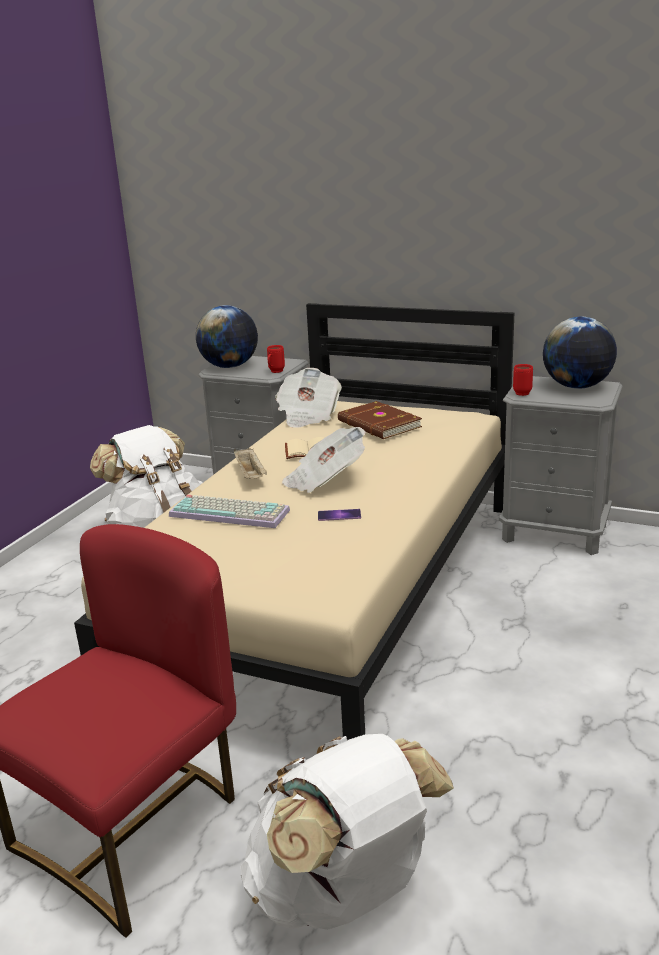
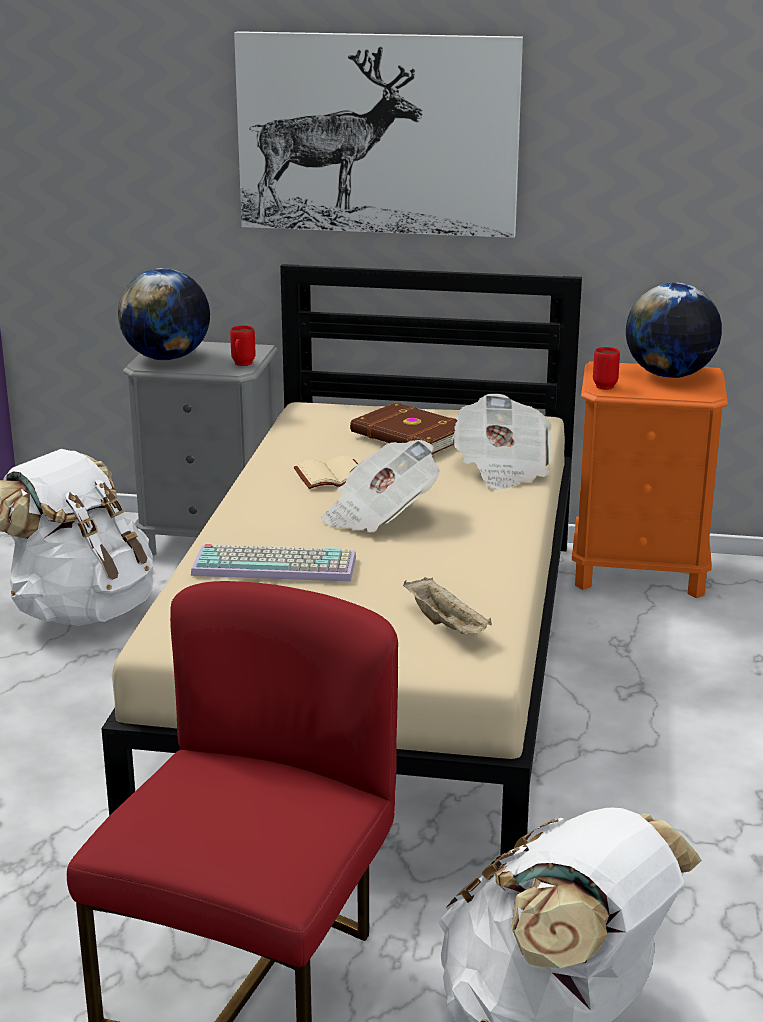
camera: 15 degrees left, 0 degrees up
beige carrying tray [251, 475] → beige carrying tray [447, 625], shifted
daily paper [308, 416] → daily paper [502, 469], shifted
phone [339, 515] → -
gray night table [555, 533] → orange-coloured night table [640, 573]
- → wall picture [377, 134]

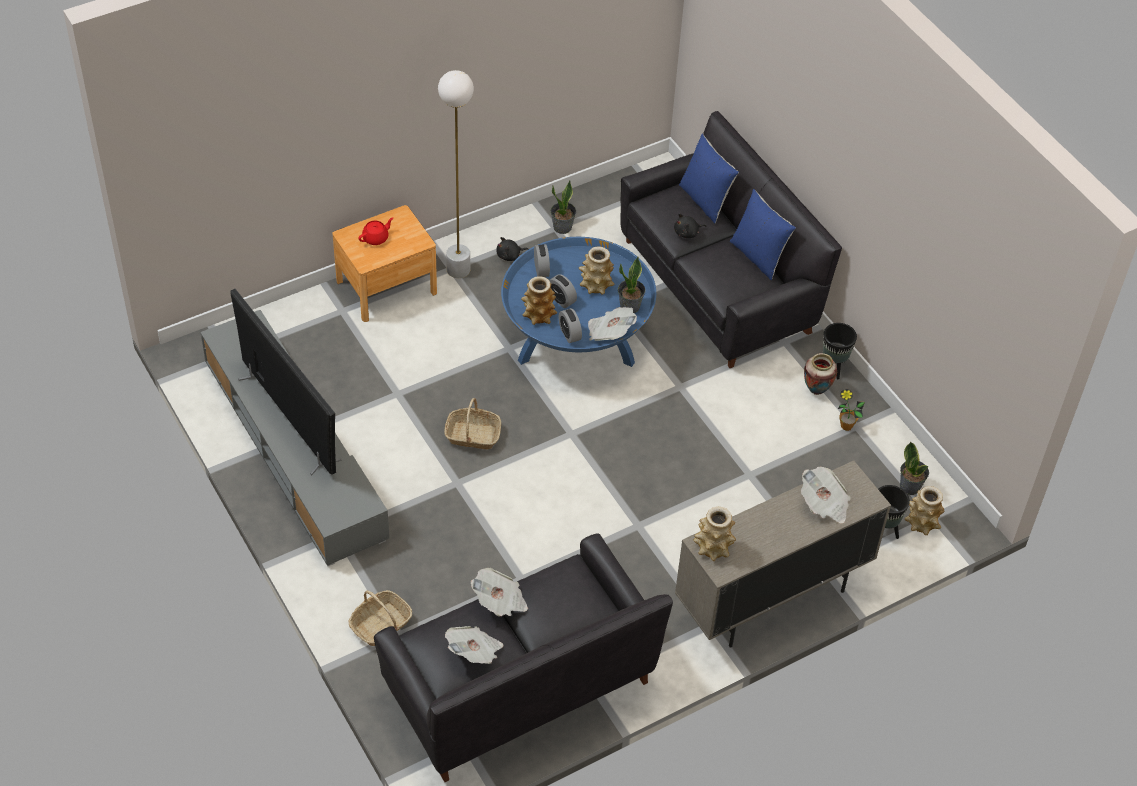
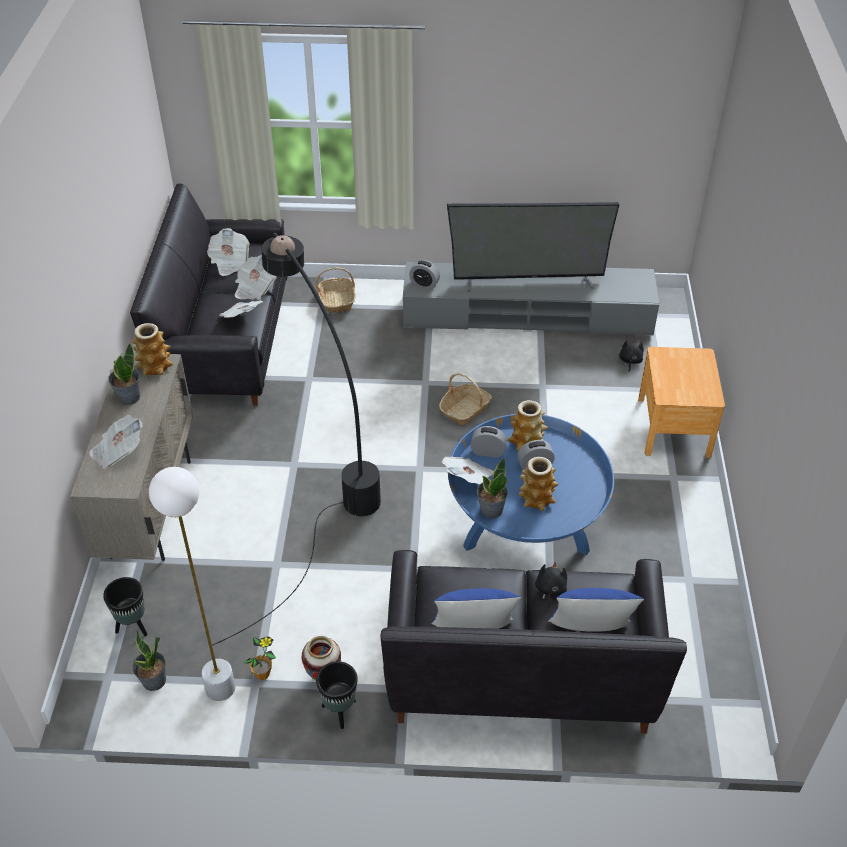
camera: 125 degrees right, 5 degrees down
red pot for tea [376, 238] → -
white-coloured floor lamp [458, 269] → white-coloured floor lamp [220, 688], shifted
black cuddly toy [510, 256] → black cuddly toy [630, 361], shifted
alarm clock [541, 269] → alarm clock [424, 284], shifted
houseplant [562, 227] → houseplant [129, 397], shifted
vase [921, 523] → -
- → black floor lamp [322, 482]
- → daily paper [242, 317]

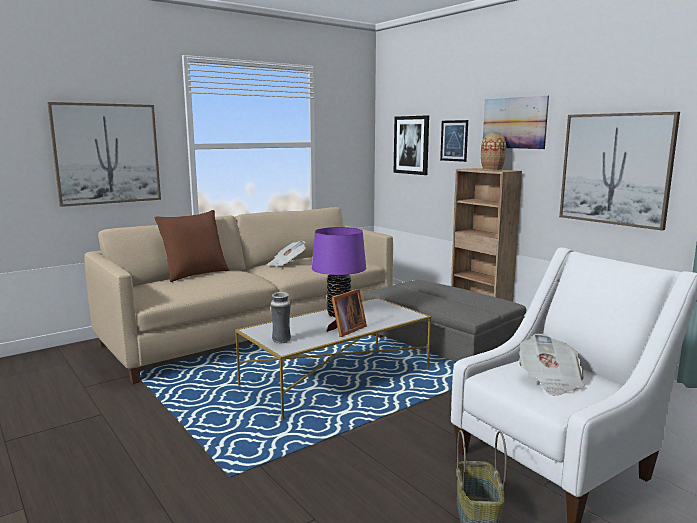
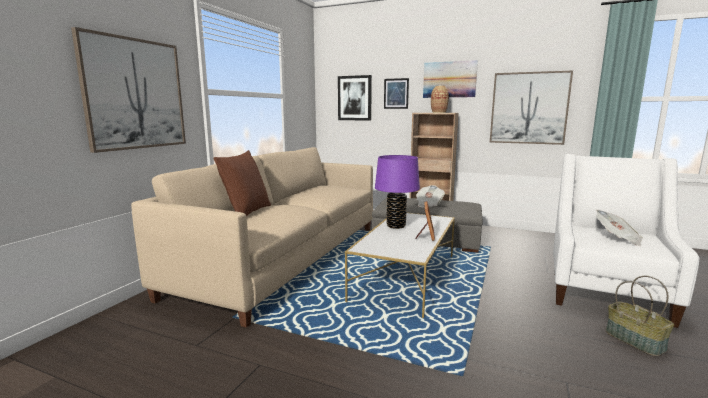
camera: 30 degrees left, 0 degrees up
daily paper [286, 264] → daily paper [428, 204], shifted
vase [281, 341] → -

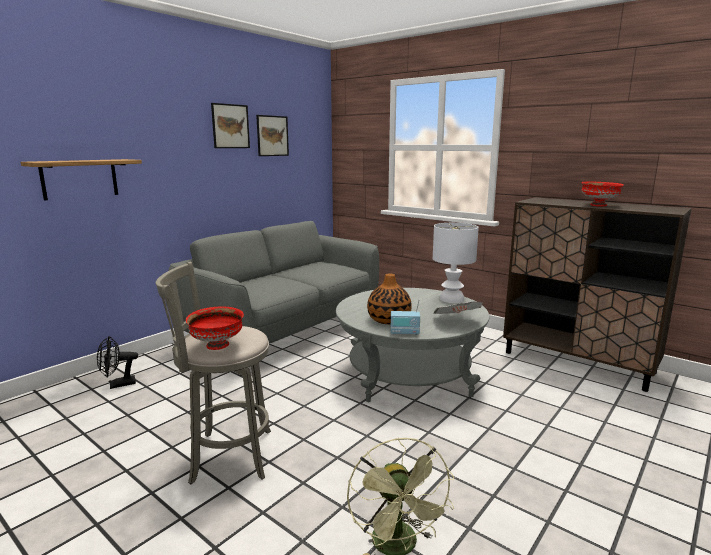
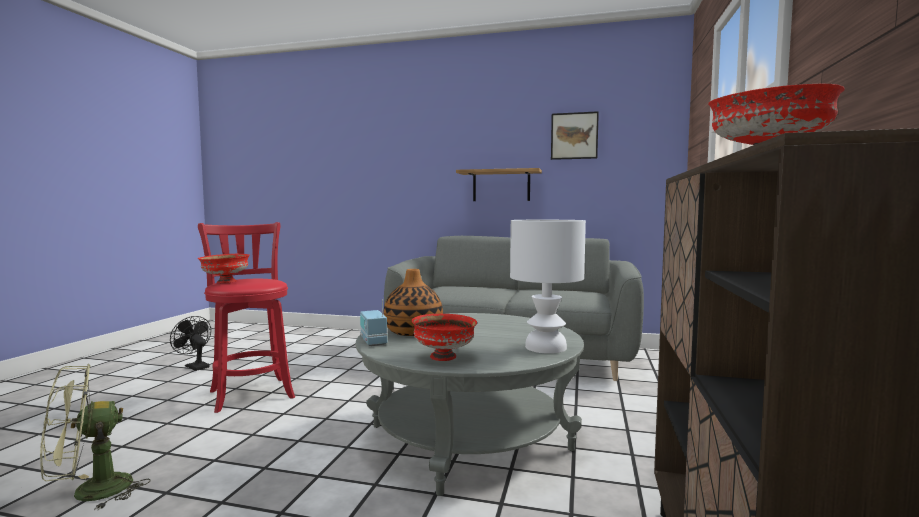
camera: 65 degrees right, 10 degrees down
bracket shelf [80, 179] → bracket shelf [501, 186], shifted
black electric fan [118, 385] → black electric fan [194, 366], shifted
gray stool [227, 455] → red stool [251, 393]
wall picture [230, 126] → -
daily paper [456, 321] → red bowl [444, 357]

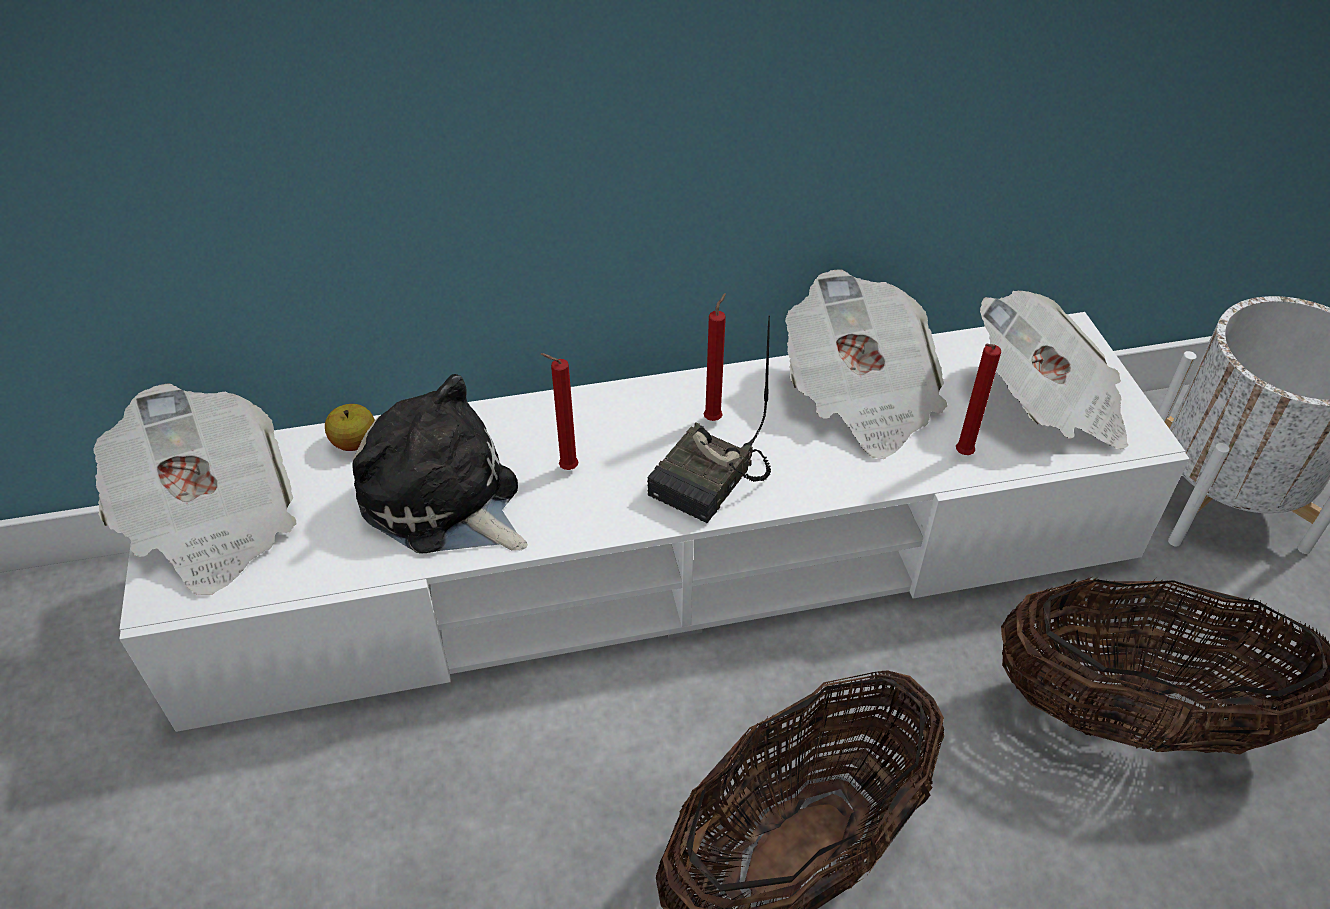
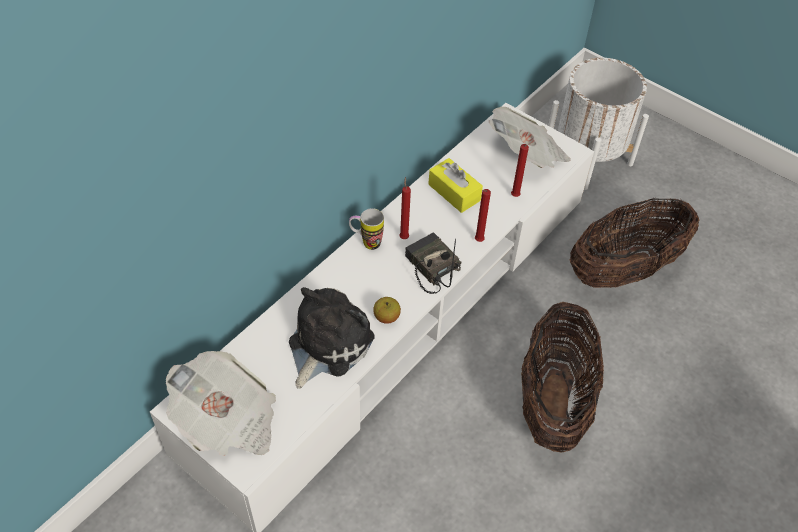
camera: 40 degrees left, 5 degrees up
apple fruit [354, 442] → apple fruit [386, 317], shifted
cuddly toy [444, 501] → cuddly toy [327, 344], 120 degrees clockwise
red candle [565, 468] → red candle [478, 241], shifted
radio [710, 482] → radio [430, 267], 150 degrees clockwise
daily paper [861, 397] → yellow tissue box [454, 192]
- → mug [366, 242]

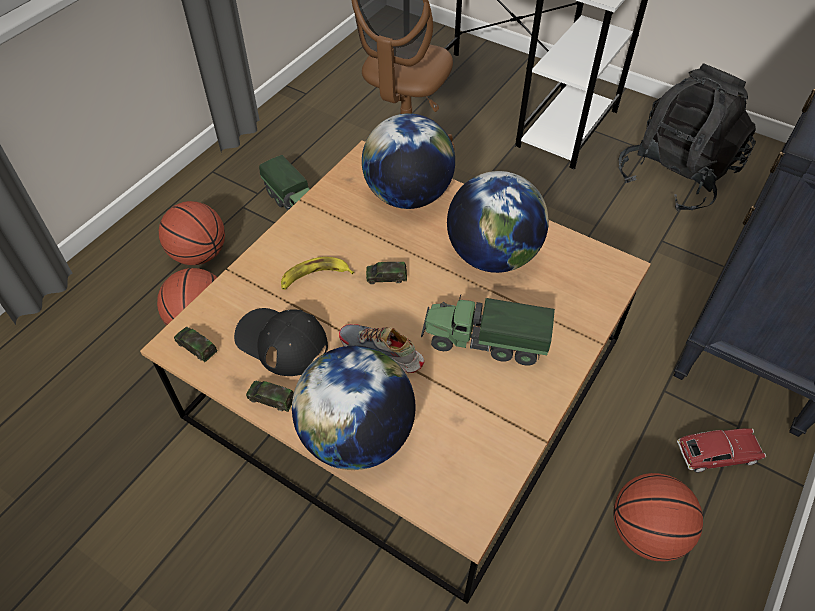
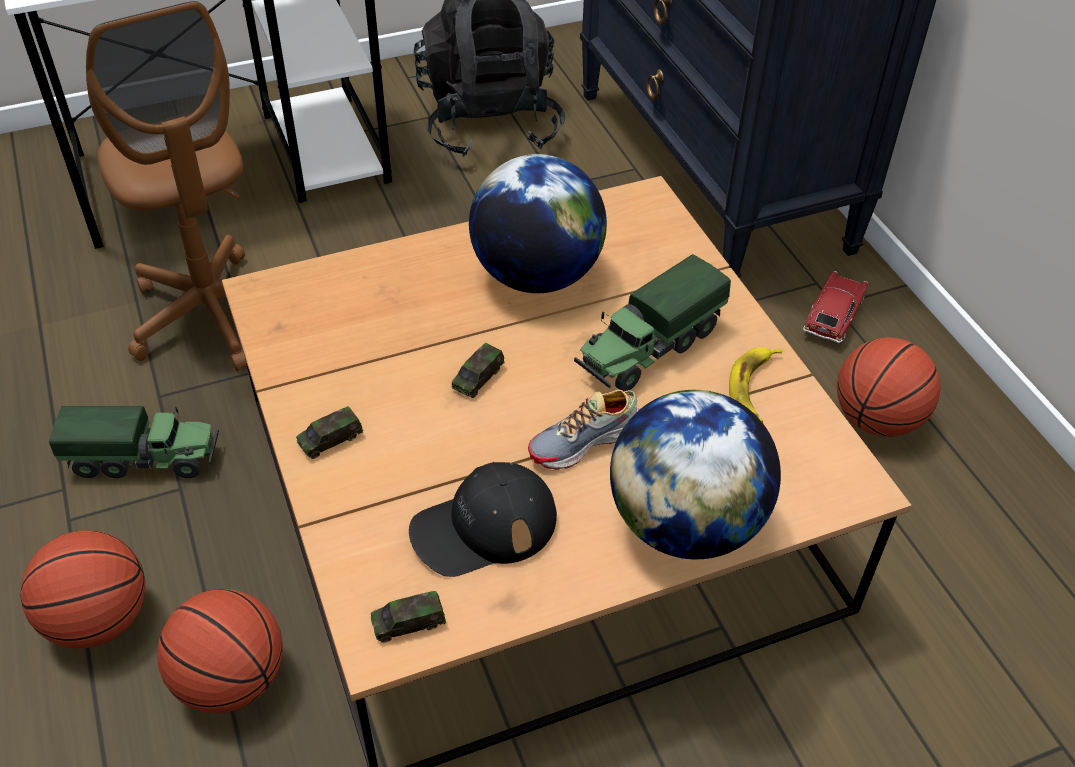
camera: 55 degrees left, 5 degrees down
toy car [271, 399] → toy car [330, 439], shifted
banana fruit [314, 277] → banana fruit [754, 389], shifted
globe [408, 196] → -

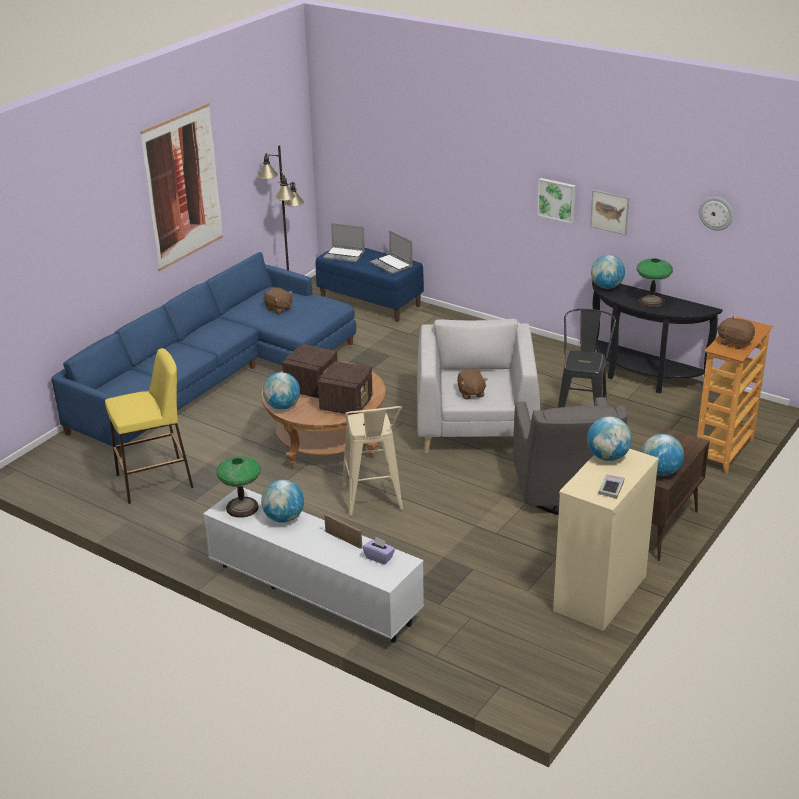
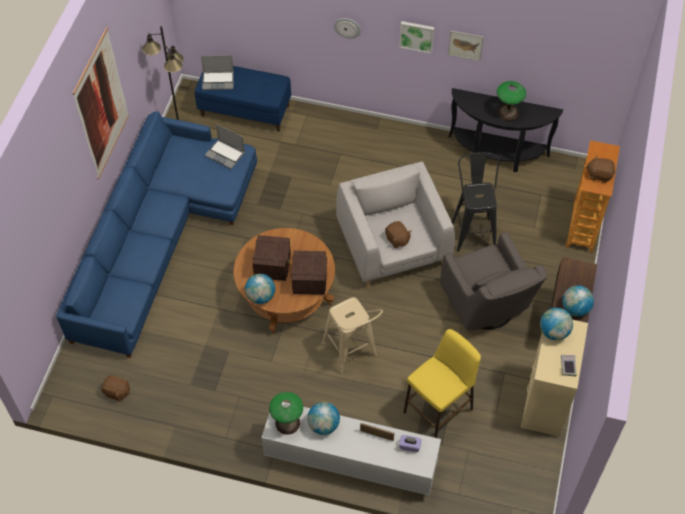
camera: 20 degrees left, 25 degrees up
yellow stool [155, 481] → yellow stool [438, 410], shifted
brownish cuddly toy [278, 309] → brownish cuddly toy [117, 392], shifted
laptop [392, 265] → laptop [225, 154], shifted
globe [606, 287] → -
hanging clock [716, 213] → hanging clock [347, 27], shifted

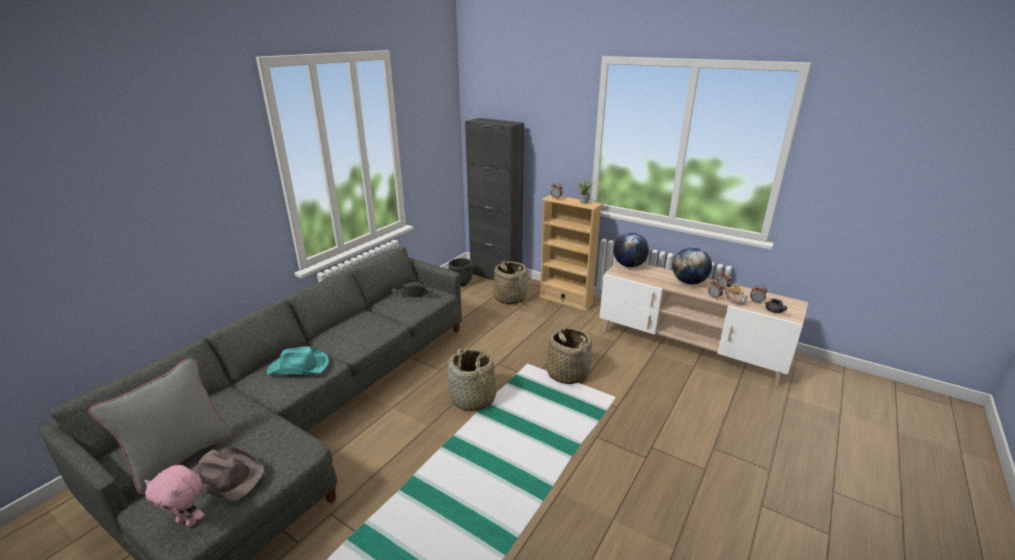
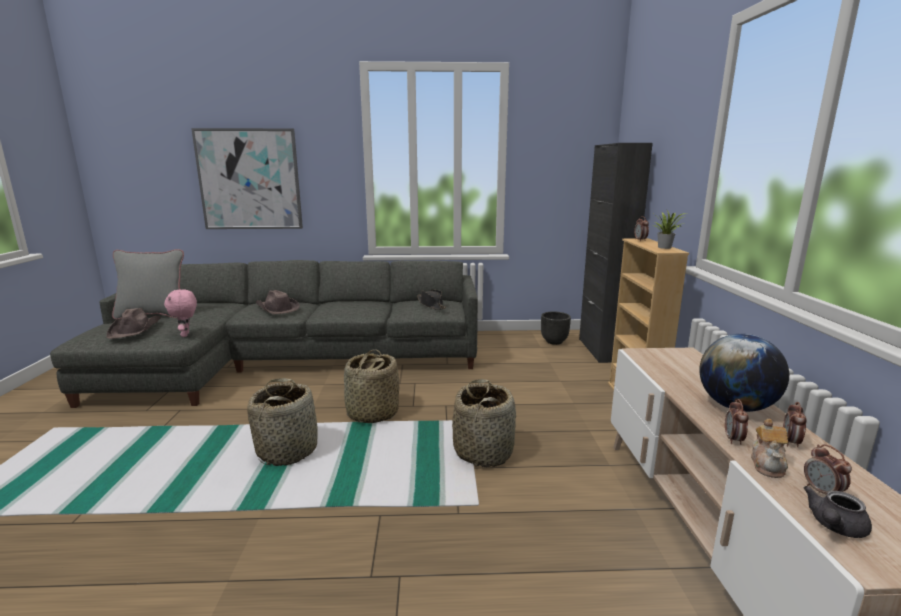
camera: 55 degrees right, 10 degrees down
pink-coloured cuddly toy [188, 521] → pink-coloured cuddly toy [186, 335], shifted
turquoise clothing hat [299, 367] → brownish clothing hat [277, 309]
basket [510, 298] → basket [288, 450], shifted
globe [629, 265] → -
- → wall picture [249, 179]

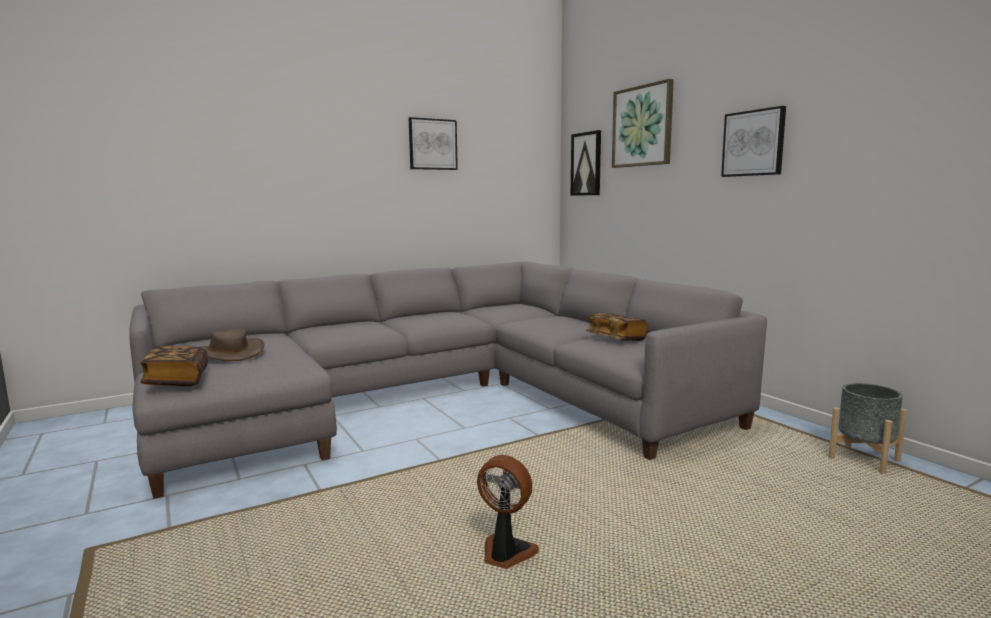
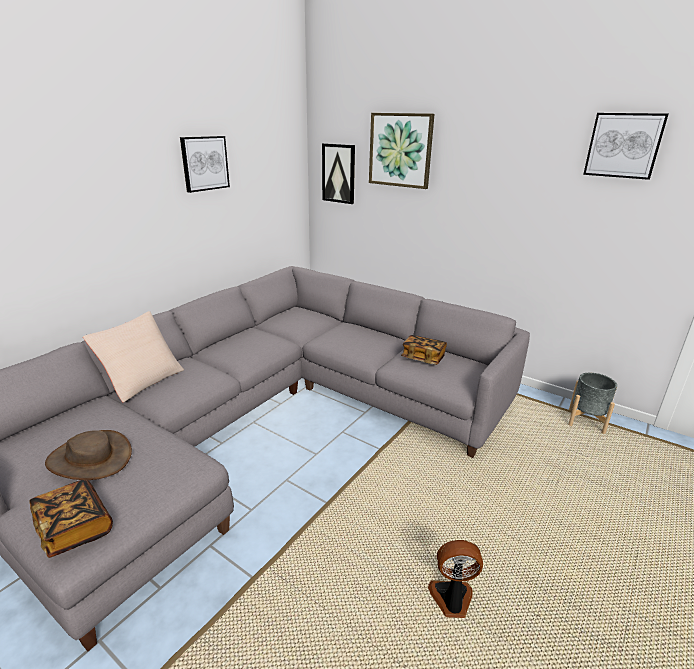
camera: 25 degrees left, 15 degrees up
wall picture [753, 143] → wall picture [623, 145], shifted
- → beige pillow [142, 379]

